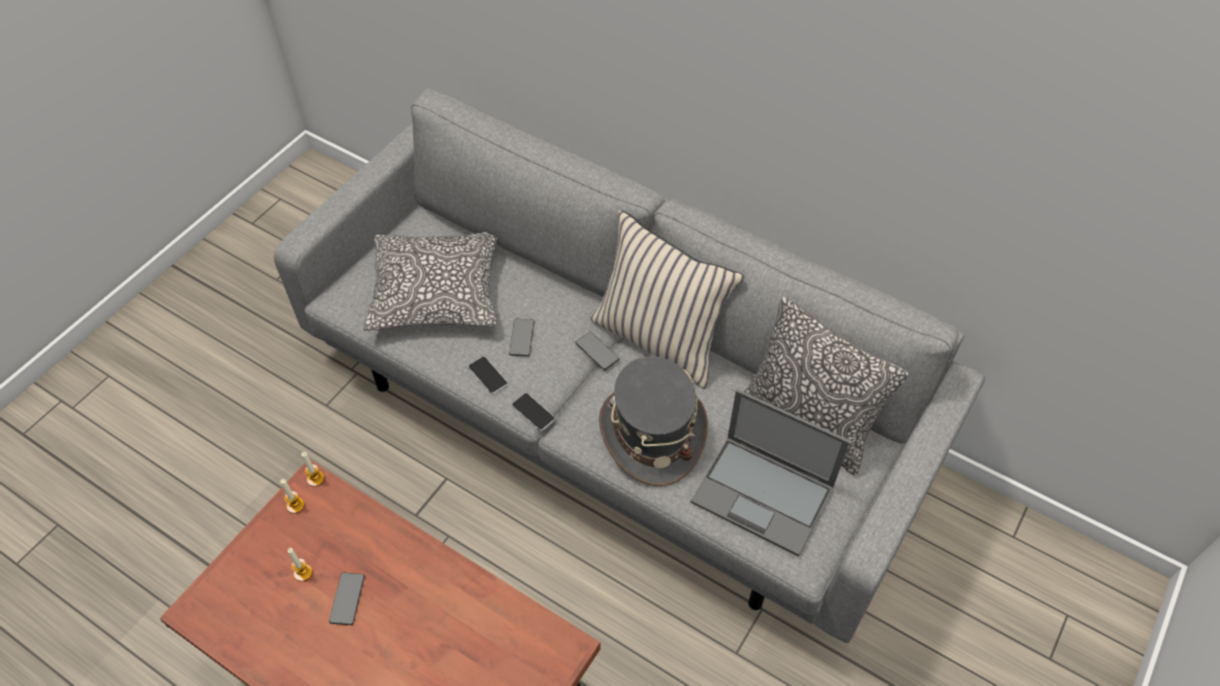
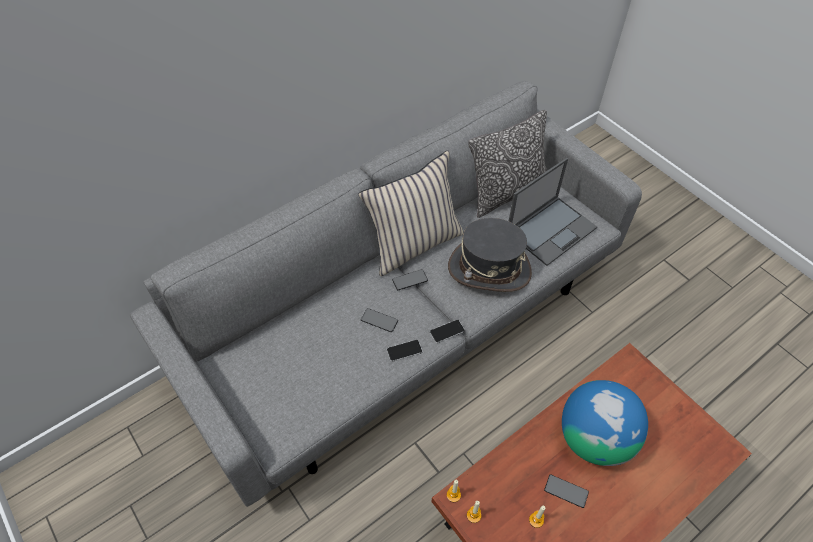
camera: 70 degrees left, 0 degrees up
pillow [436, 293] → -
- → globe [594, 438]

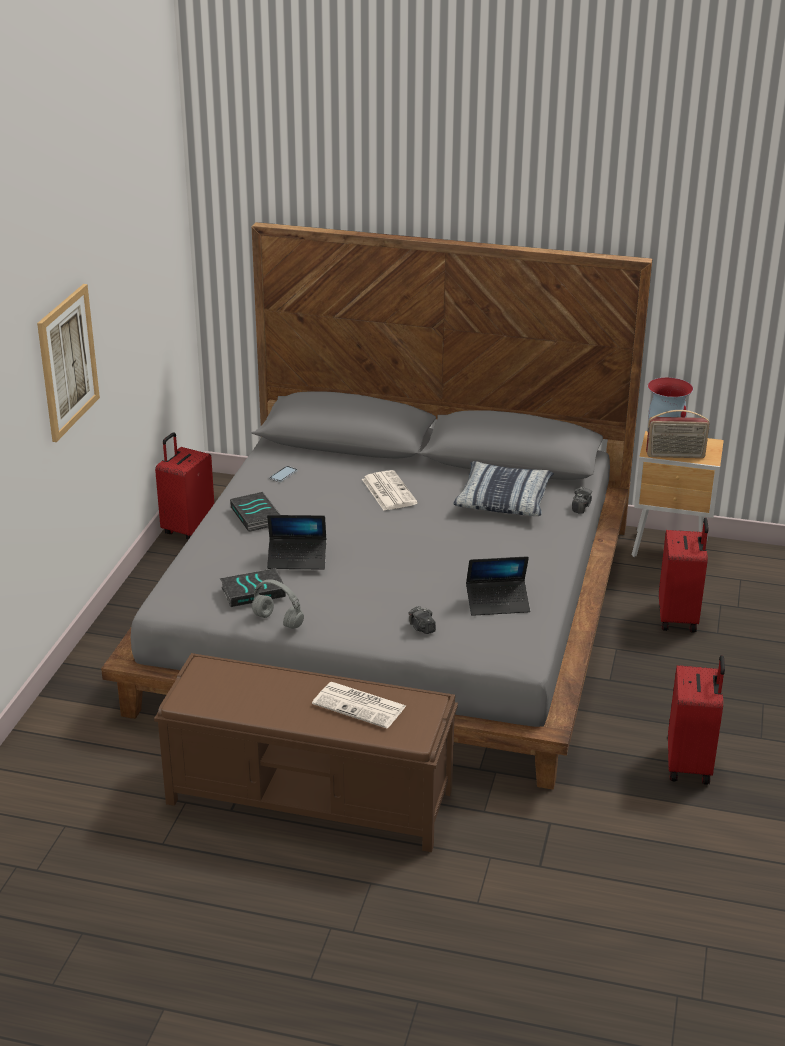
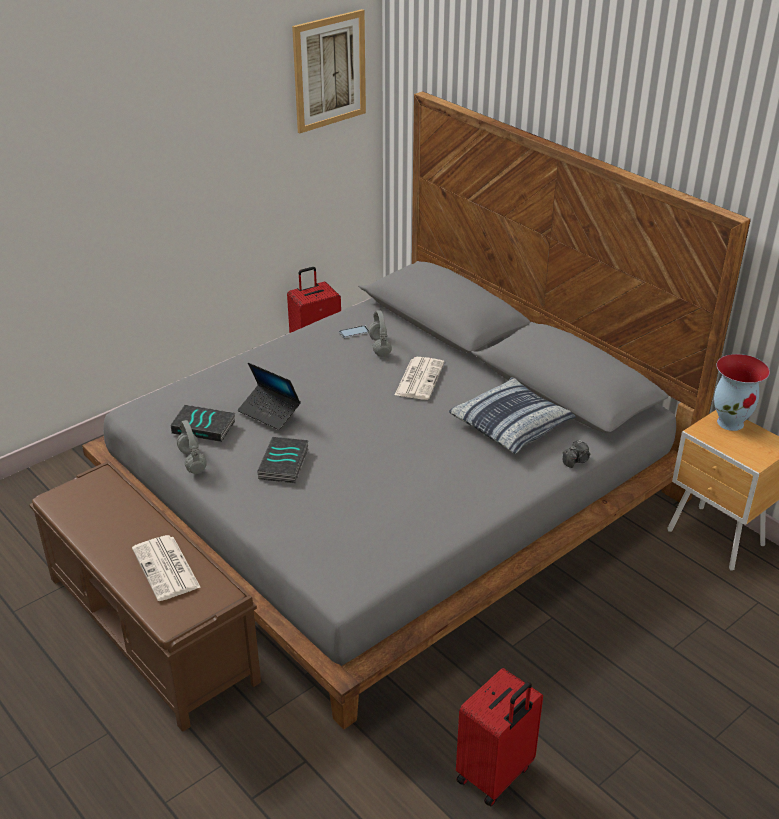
camera: 35 degrees right, 5 degrees up
wall picture [68, 362] → wall picture [329, 71], shifted
volume [257, 516] → volume [285, 464], shifted
photo camera [421, 628] → -
laptop [497, 603] → -
radio [675, 455] → -
red travel case [679, 618] → -
- → gray headphones [379, 346]

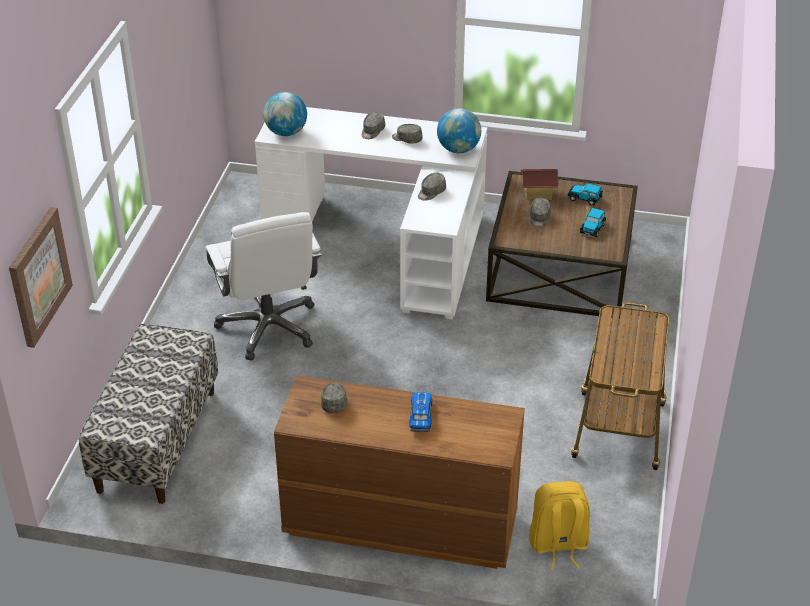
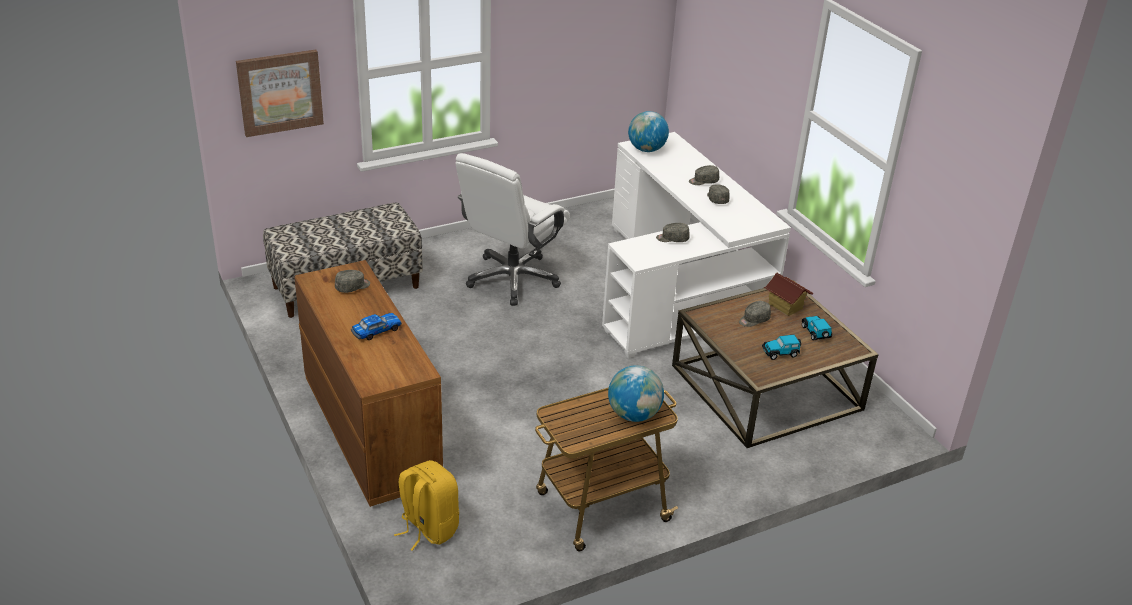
camera: 50 degrees right, 5 degrees down
globe [458, 149] → globe [634, 415], shifted

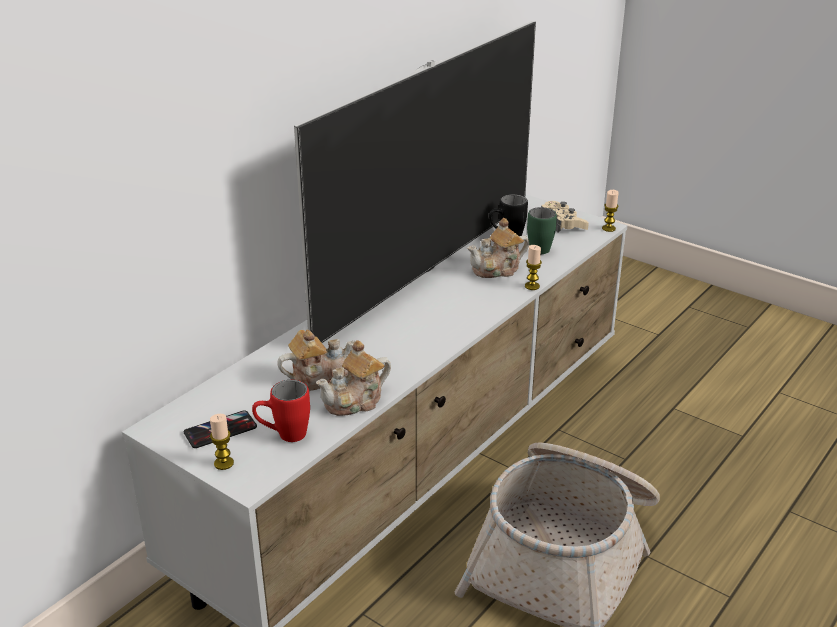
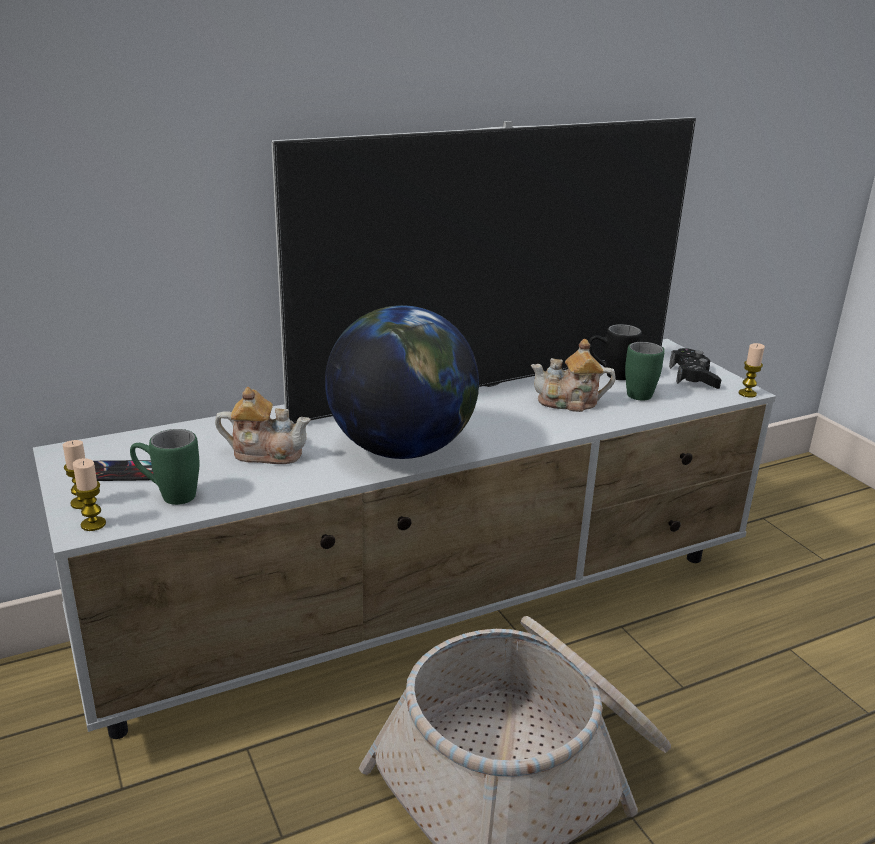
camera: 25 degrees right, 5 degrees down
red mug [283, 436] → green-coloured mug [168, 495]
pot for tea [355, 401] → -
candle [532, 286] → candle [93, 524], shifted
beige game controller [563, 223] → black game controller [693, 377]
- → globe [401, 449]

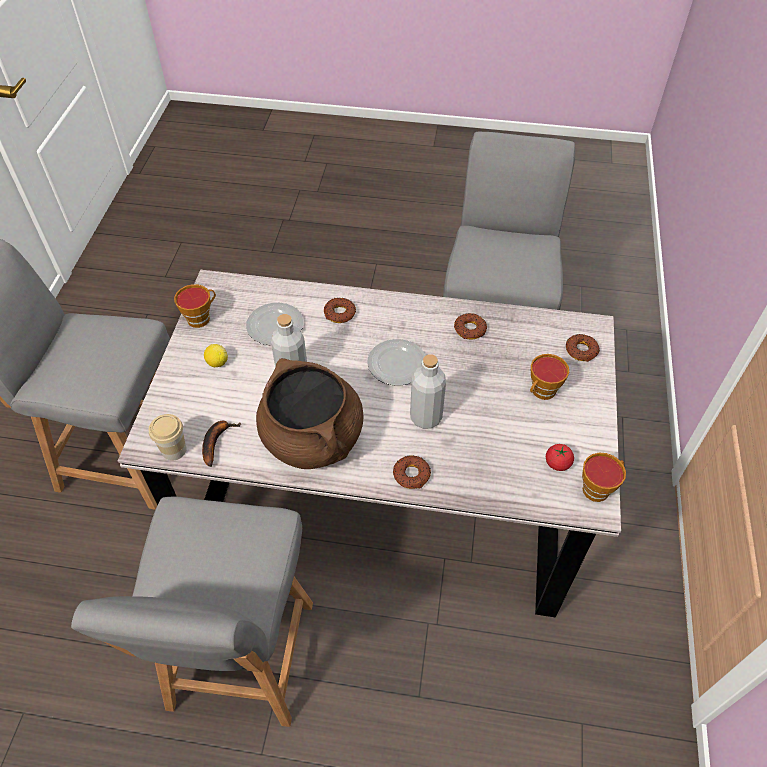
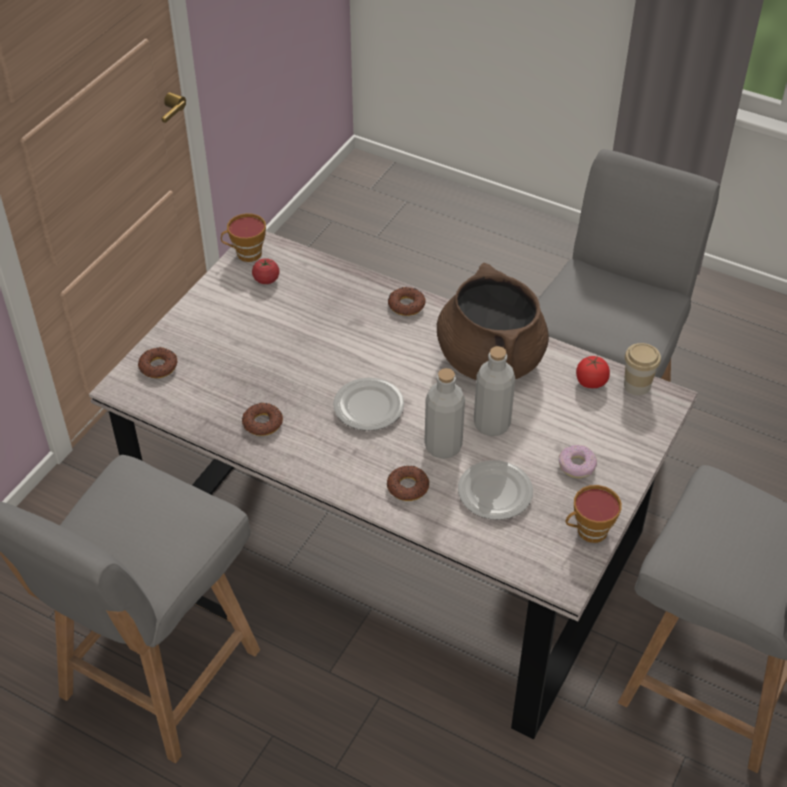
camera: 160 degrees left, 5 degrees down
banana fruit [216, 441] → whole tomato [591, 382]
lemon [217, 362] → ring doughnut [576, 466]
gray bottle [426, 417] → gray bottle [443, 446], shifted
drinking cup [542, 392] → -

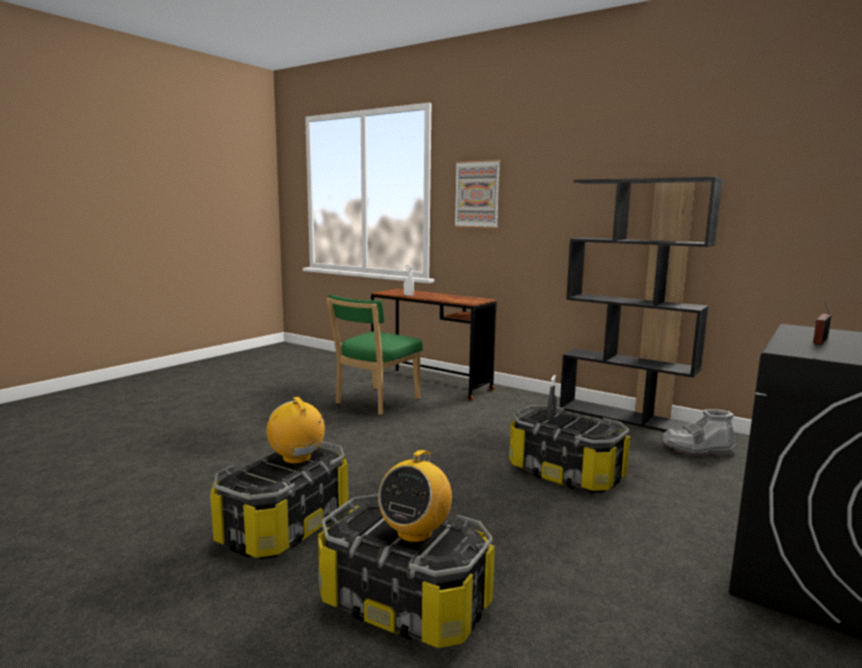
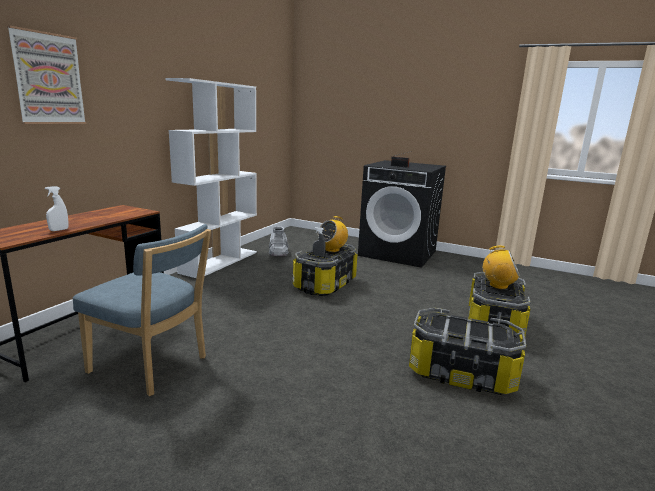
camera: 100 degrees left, 5 degrees up
radio [297, 458] → radio [332, 250], shifted
green-coloured upright chair [375, 402] → blue upright chair [152, 366]
black shelving unit [625, 417] → white-coloured shelving unit [219, 262]

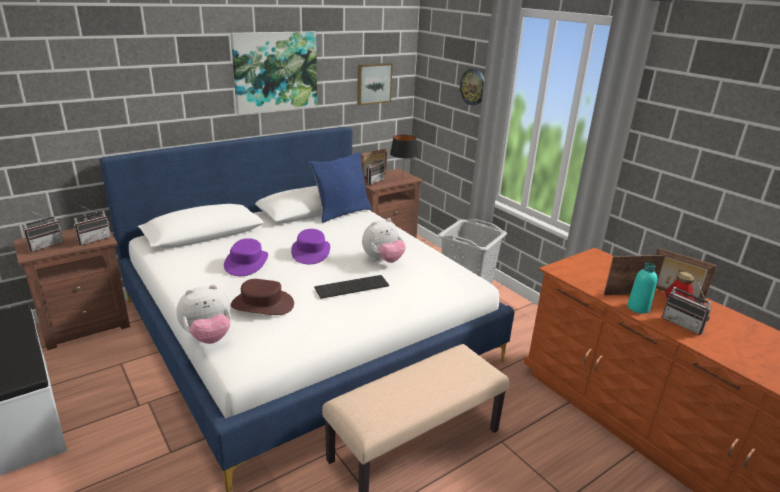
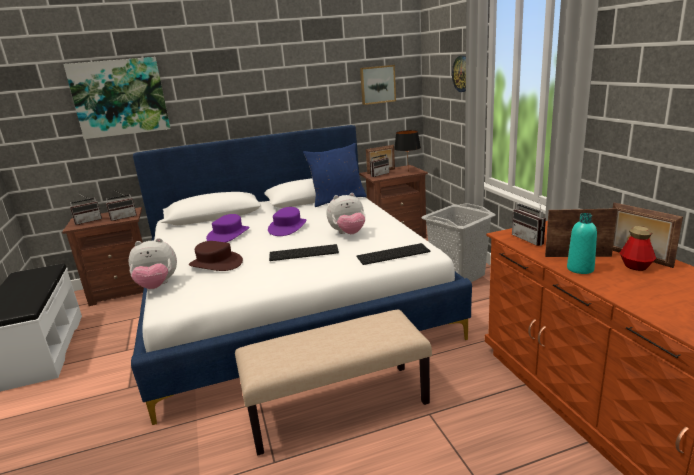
camera: 20 degrees right, 5 degrees down
wall picture [275, 71] → wall picture [120, 97], shifted
radio [684, 324] → radio [531, 239], shifted
- → PC keyboard [393, 253]

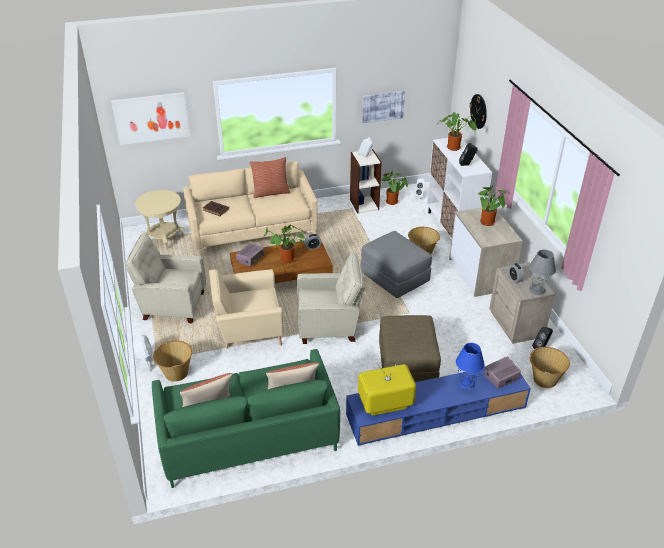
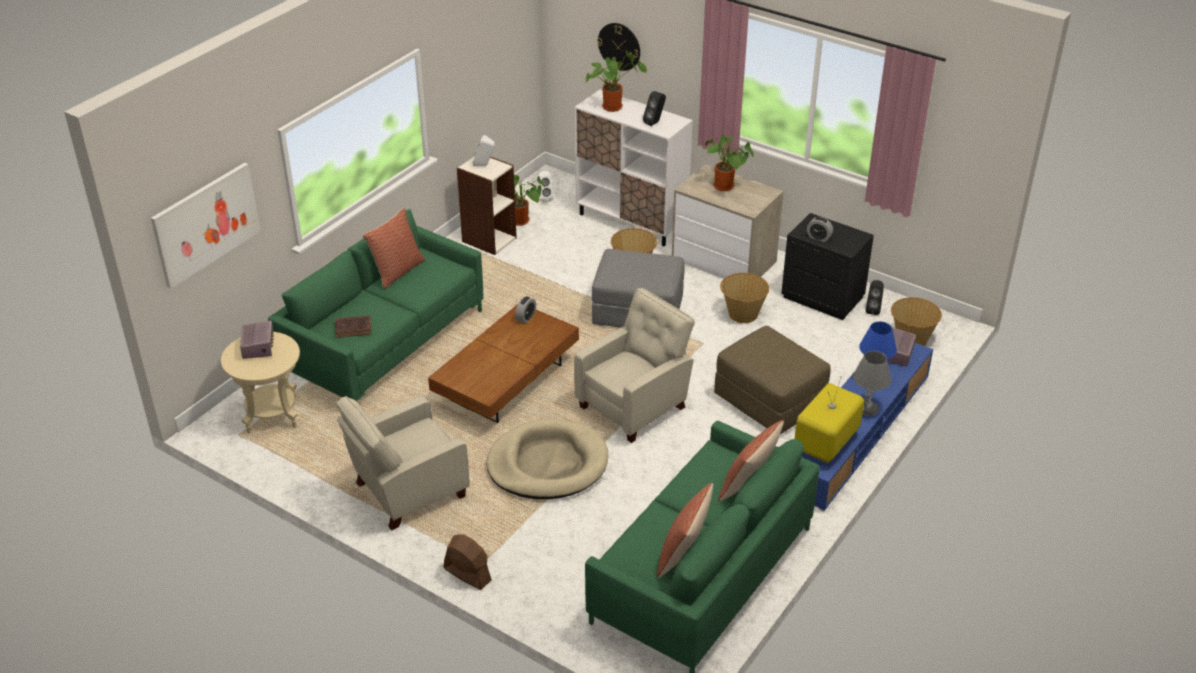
camera: 40 degrees left, 0 degrees up
white-coloured electric fan [145, 361] → brownish electric fan [467, 574]
basket [176, 373] → basket [742, 314], shifted
beige couch [252, 230] → green-coloured couch [385, 342]
beige armchair [248, 330] → beige dog cushion [547, 464]
radio [250, 259] → radio [258, 347], shifted
houseplant [287, 260] → -
wall picture [383, 106] → -
beige night table [516, 324] → black night table [823, 297]
gray lamp for a table [537, 289] → gray lamp for a table [867, 407], shifted

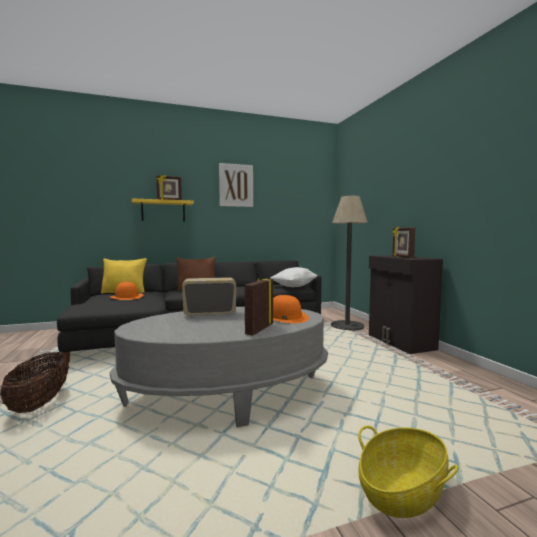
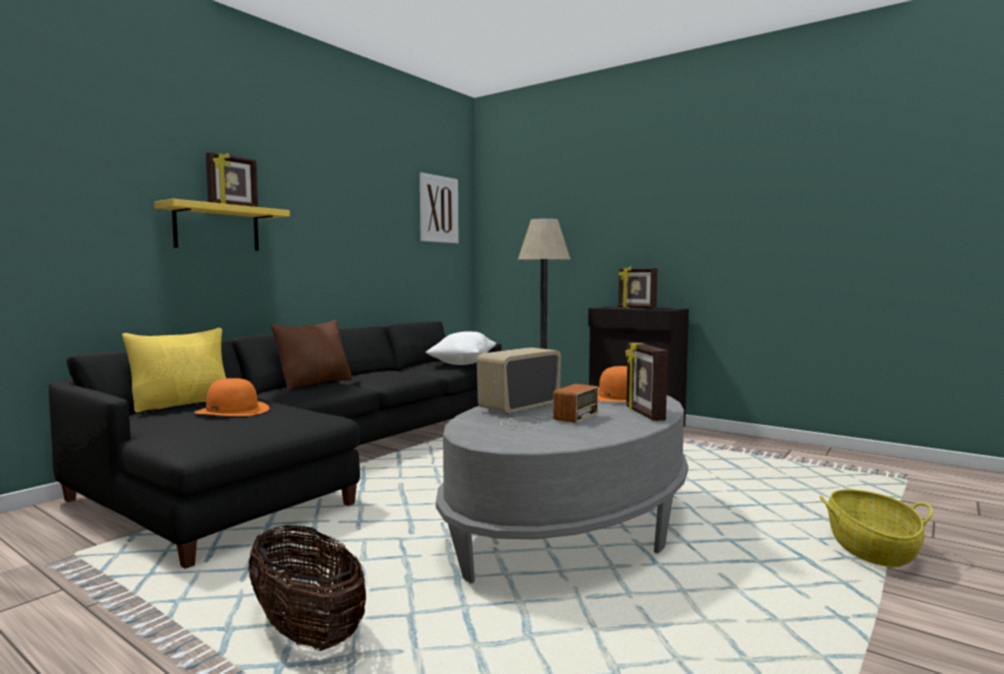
camera: 35 degrees left, 0 degrees up
wall picture [236, 185] → wall picture [438, 209], shifted
- → radio [546, 420]

